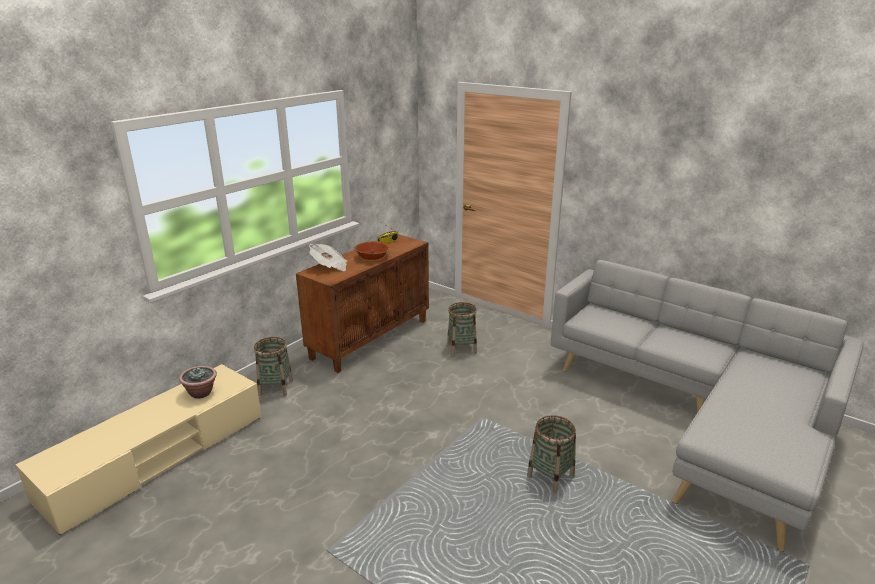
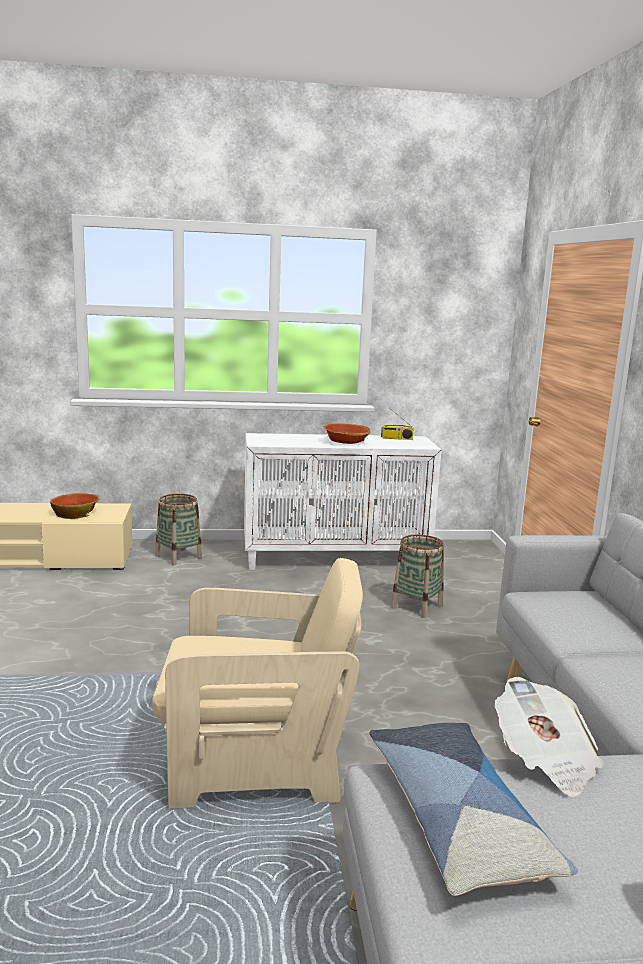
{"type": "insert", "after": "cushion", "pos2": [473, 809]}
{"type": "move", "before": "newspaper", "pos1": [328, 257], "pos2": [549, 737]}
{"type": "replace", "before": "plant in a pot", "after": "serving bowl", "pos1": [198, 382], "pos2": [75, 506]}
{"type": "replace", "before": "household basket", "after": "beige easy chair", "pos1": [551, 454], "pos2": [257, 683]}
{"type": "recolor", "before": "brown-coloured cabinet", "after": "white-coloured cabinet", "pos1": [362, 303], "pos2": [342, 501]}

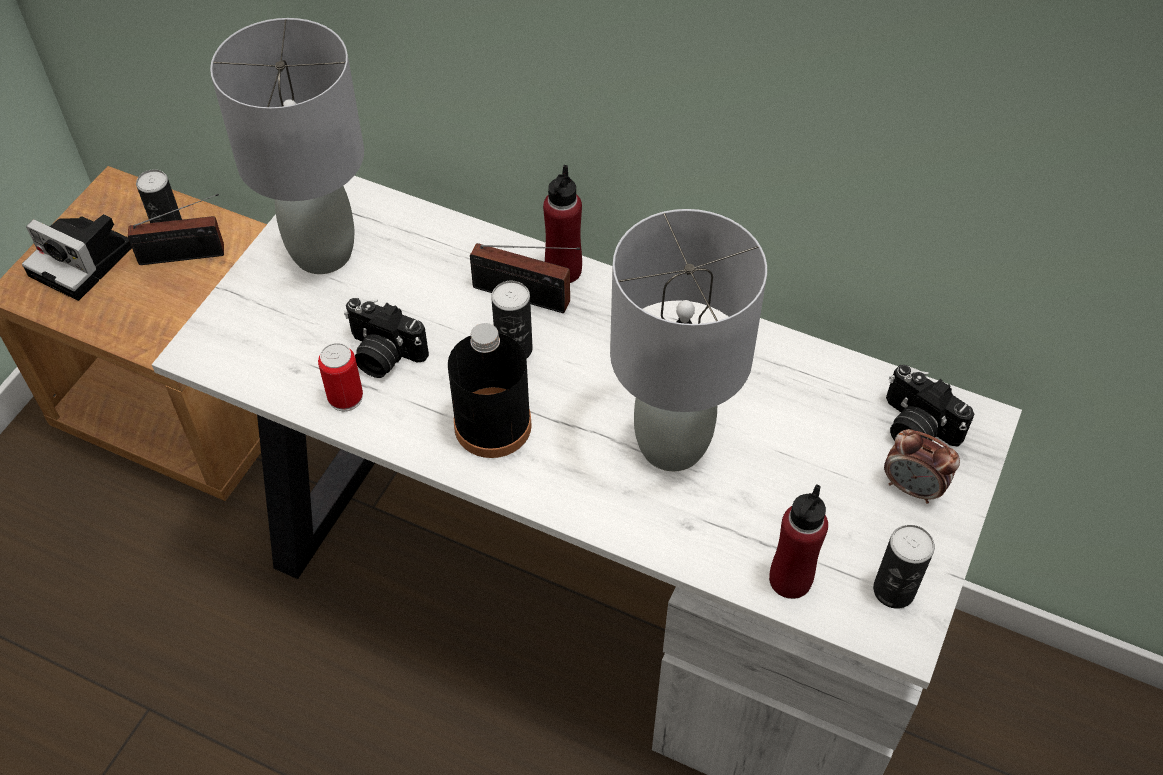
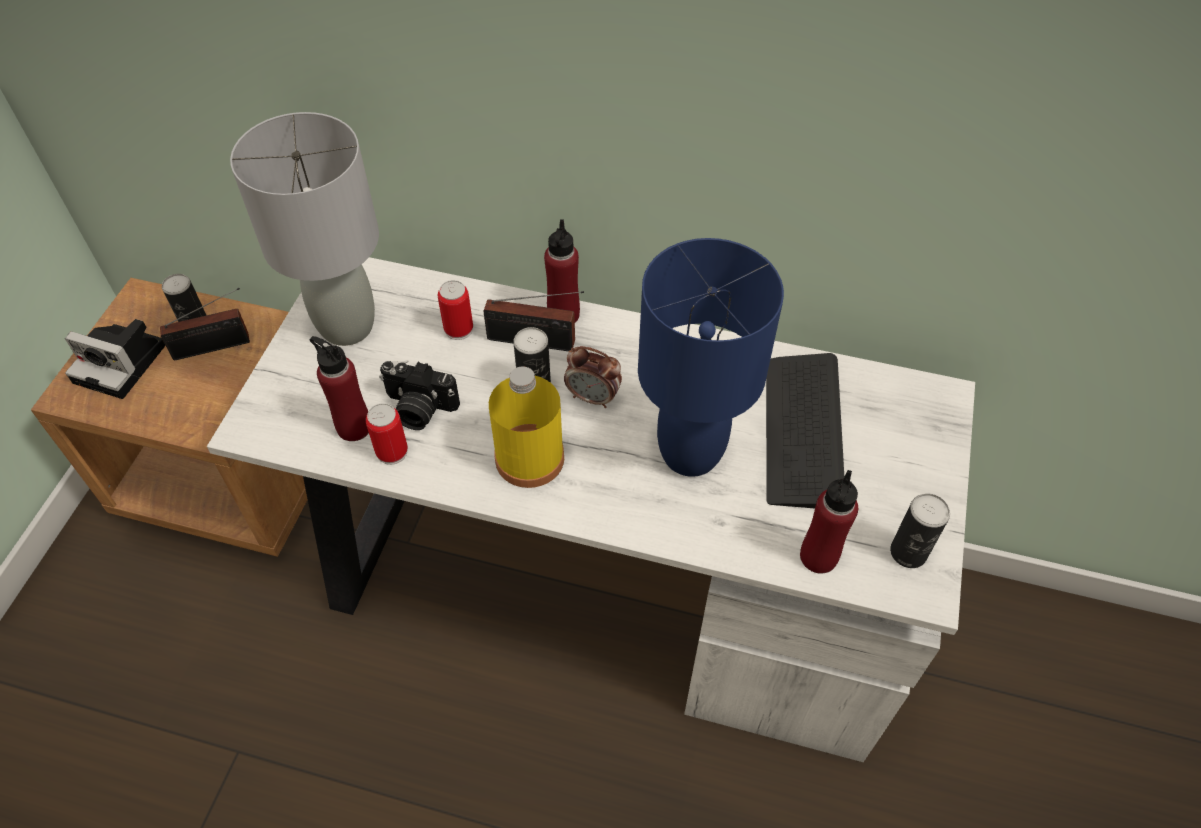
{"type": "delete", "before": "still camera", "pos1": [930, 406]}
{"type": "insert", "after": "red beverage bottle", "pos2": [339, 388]}
{"type": "insert", "after": "metal can", "pos2": [455, 310]}
{"type": "insert", "after": "computer keyboard", "pos2": [805, 430]}
{"type": "move", "before": "bedside clock", "pos1": [922, 466], "pos2": [593, 377]}
{"type": "recolor", "before": "black-coloured beverage bottle", "after": "yellow beverage bottle", "pos1": [490, 390], "pos2": [526, 427]}
{"type": "recolor", "before": "gray lamp for a table", "after": "blue lamp for a table", "pos1": [688, 340], "pos2": [711, 357]}

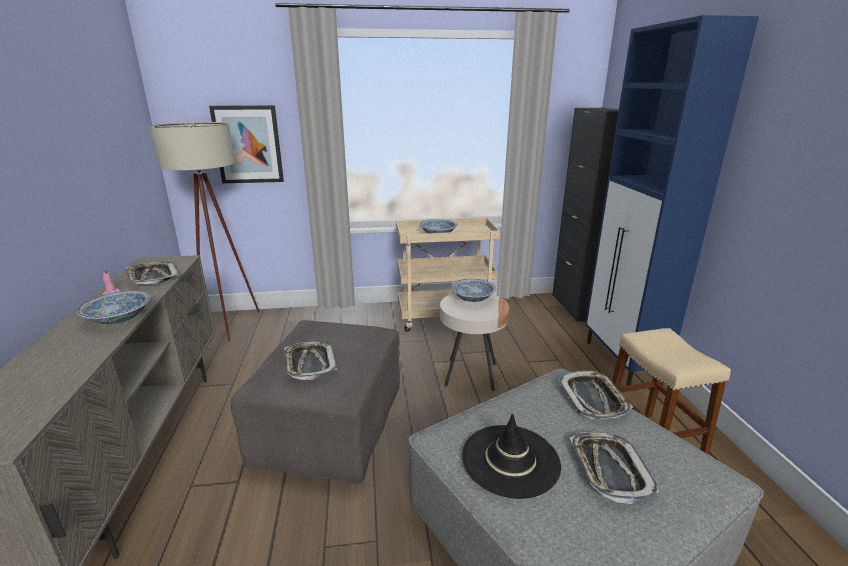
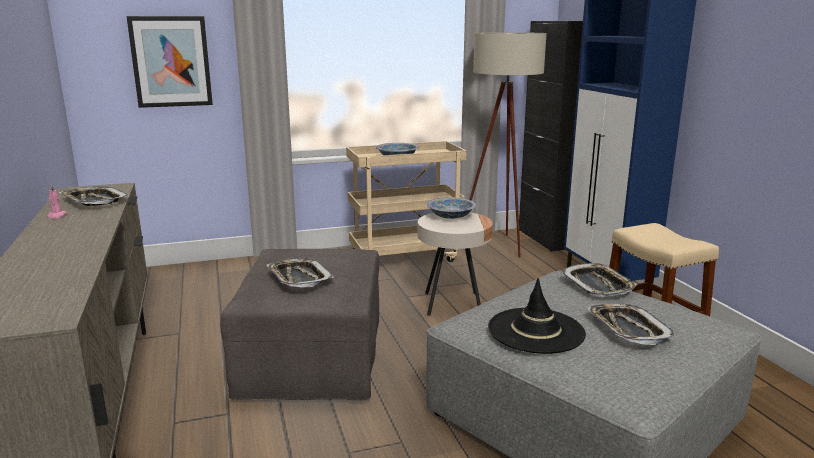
{"type": "delete", "before": "serving bowl", "pos1": [113, 307]}
{"type": "move", "before": "beige floor lamp", "pos1": [204, 232], "pos2": [508, 145]}

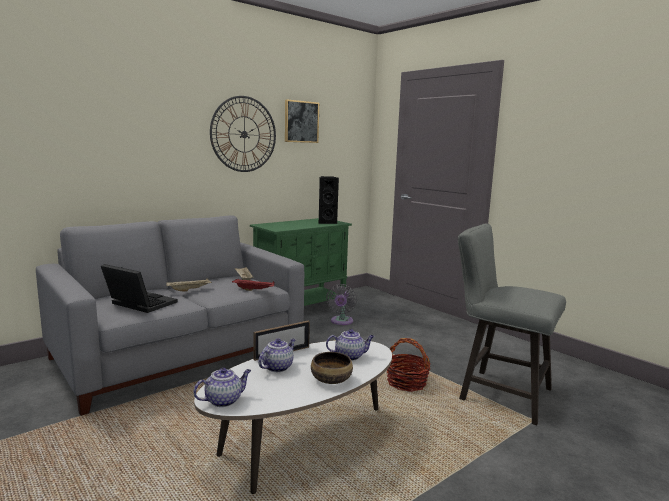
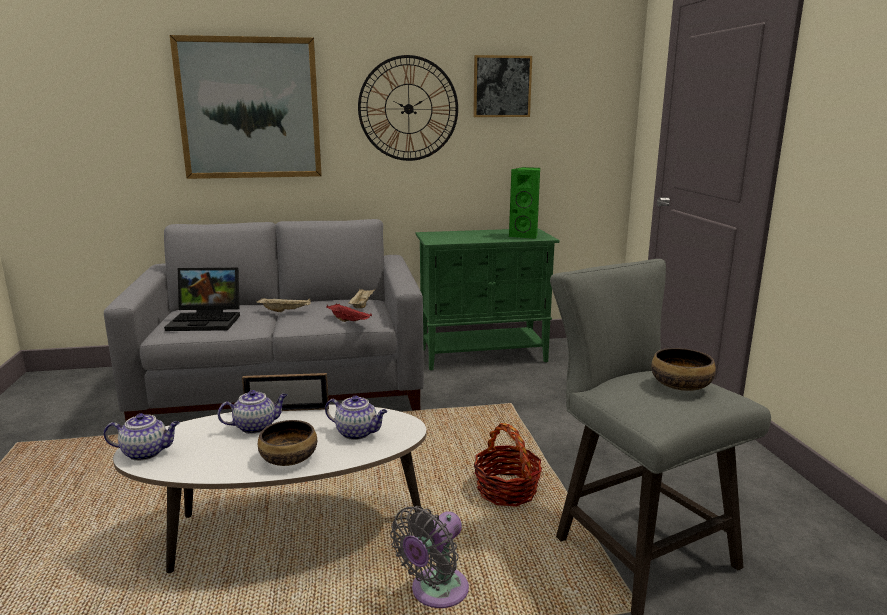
{"type": "insert", "after": "picture", "pos2": [246, 107]}
{"type": "insert", "after": "serving bowl", "pos2": [683, 369]}
{"type": "move", "before": "gray fan", "pos1": [341, 304], "pos2": [429, 557]}
{"type": "recolor", "before": "black-coloured loudspeaker", "after": "green-coloured loudspeaker", "pos1": [328, 200], "pos2": [524, 203]}
{"type": "rotate", "before": "notebook computer", "pos1": [139, 288], "pos2": [202, 299], "turn": 120}

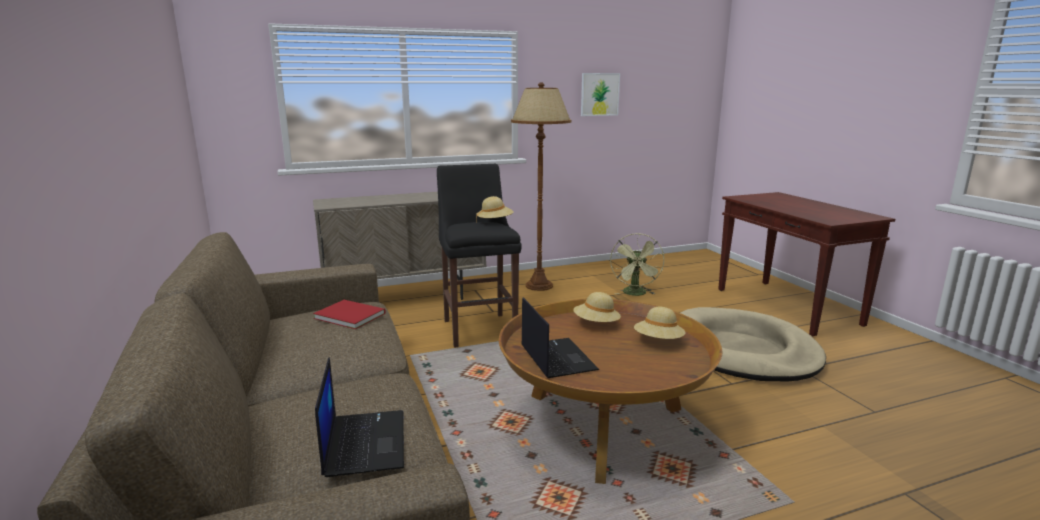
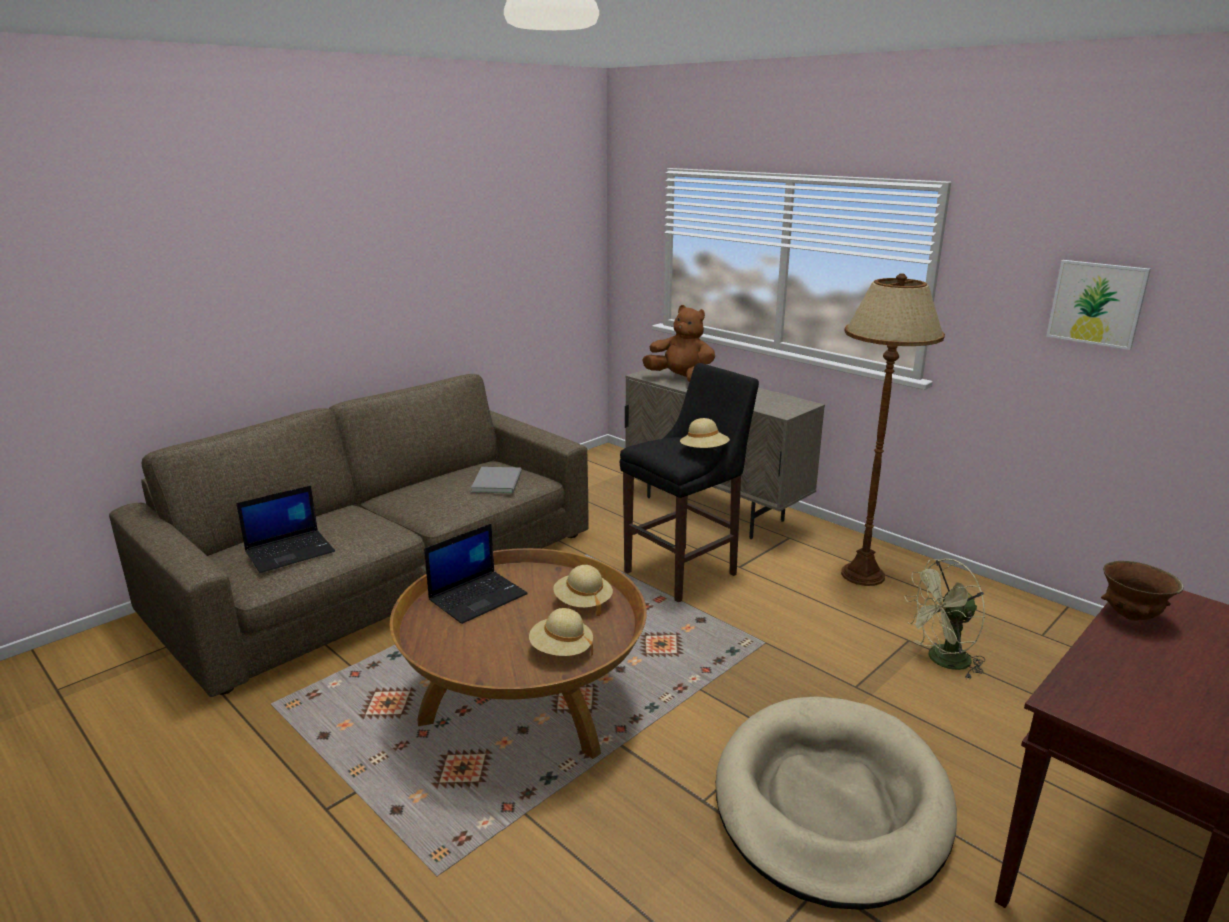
{"type": "insert", "after": "brown-coloured plush toy", "pos2": [678, 343]}
{"type": "insert", "after": "brown-coloured serving bowl", "pos2": [1142, 591]}
{"type": "recolor", "before": "red bound book", "after": "gray bound book", "pos1": [349, 314], "pos2": [496, 480]}

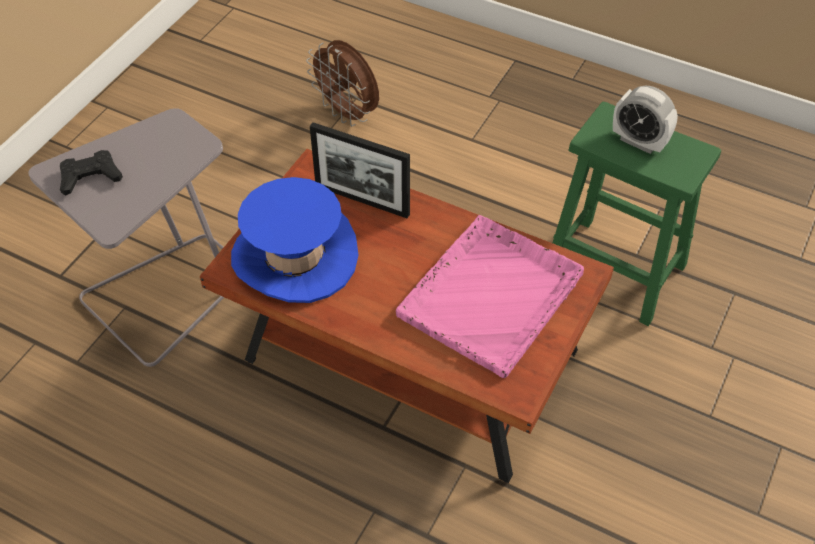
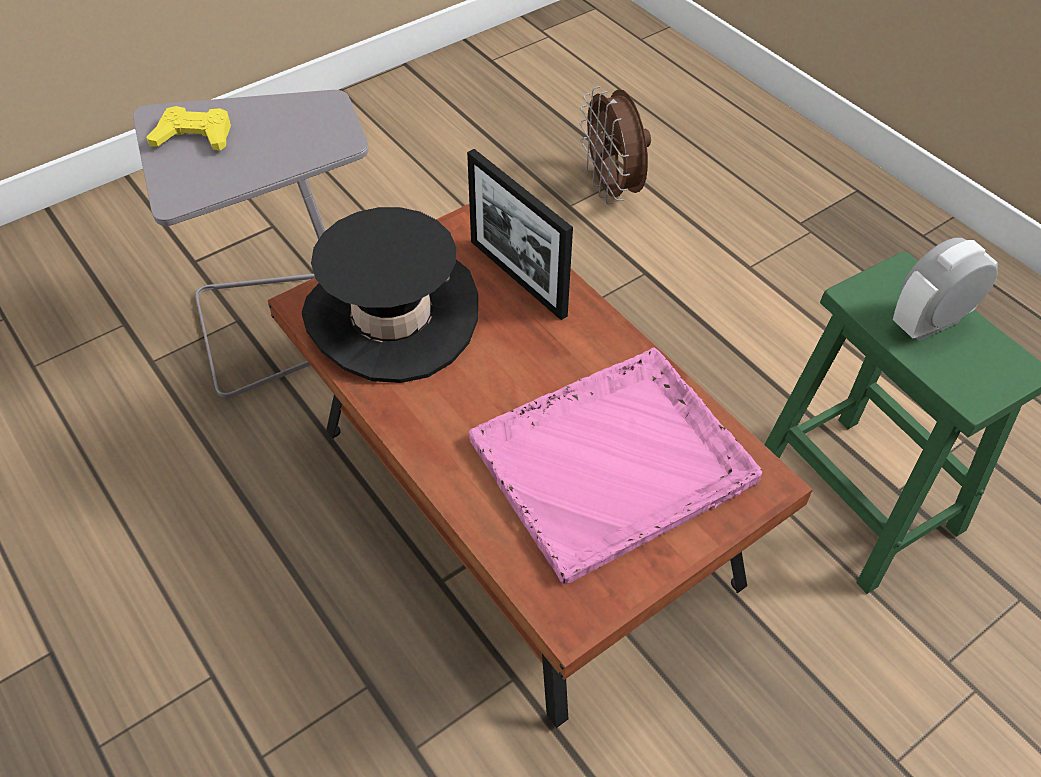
{"type": "recolor", "before": "black-coloured game controller", "after": "yellow game controller", "pos1": [91, 173], "pos2": [188, 128]}
{"type": "recolor", "before": "blue hat", "after": "black-coloured hat", "pos1": [295, 240], "pos2": [390, 295]}
{"type": "rotate", "before": "bedside clock", "pos1": [645, 120], "pos2": [945, 289], "turn": 90}

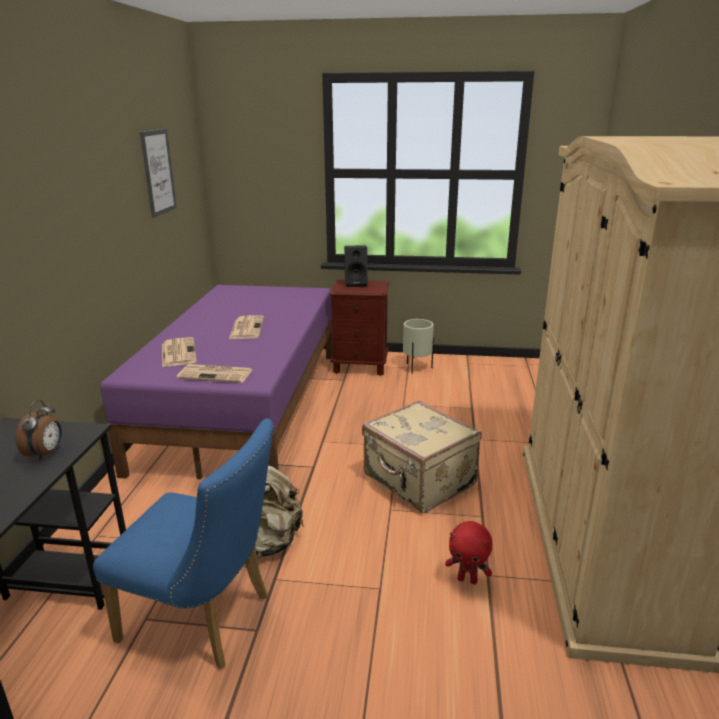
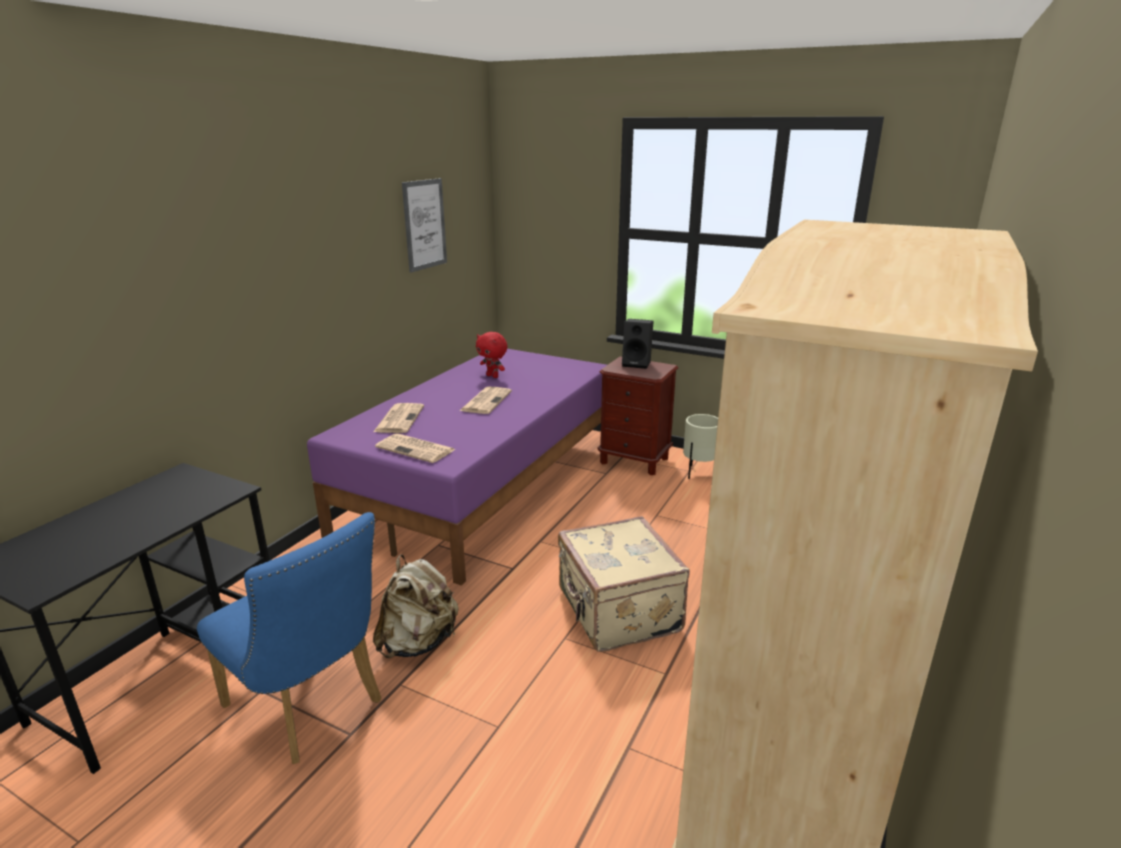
{"type": "delete", "before": "bedside clock", "pos1": [39, 430]}
{"type": "move", "before": "red plush toy", "pos1": [468, 553], "pos2": [491, 355]}

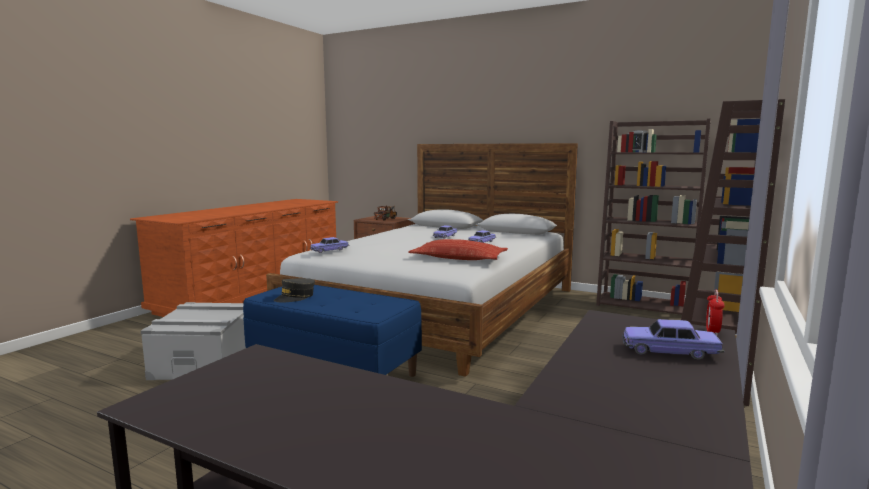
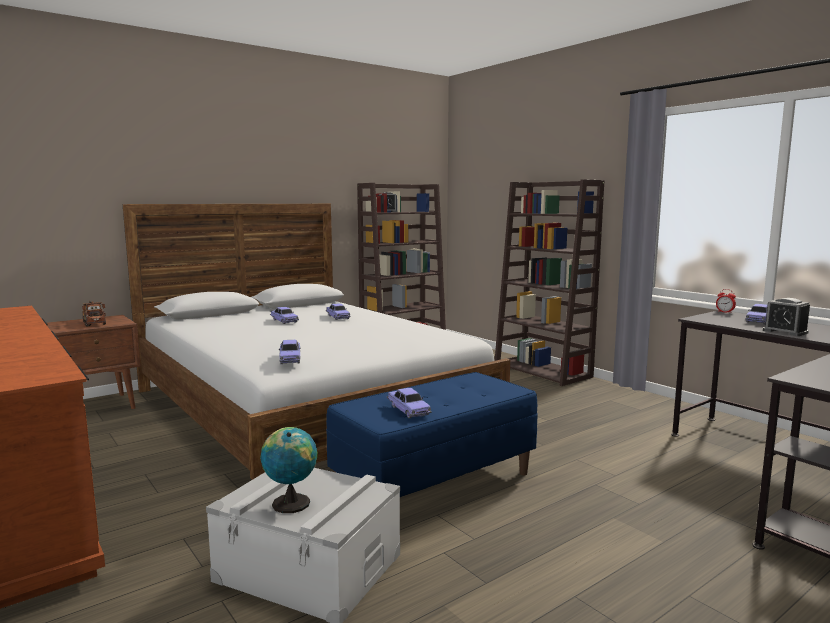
{"type": "delete", "before": "cushion", "pos1": [458, 249]}
{"type": "insert", "after": "globe", "pos2": [288, 470]}
{"type": "insert", "after": "bedside clock", "pos2": [786, 317]}
{"type": "replace", "before": "gray cap", "after": "miniature car", "pos1": [294, 290], "pos2": [409, 403]}

